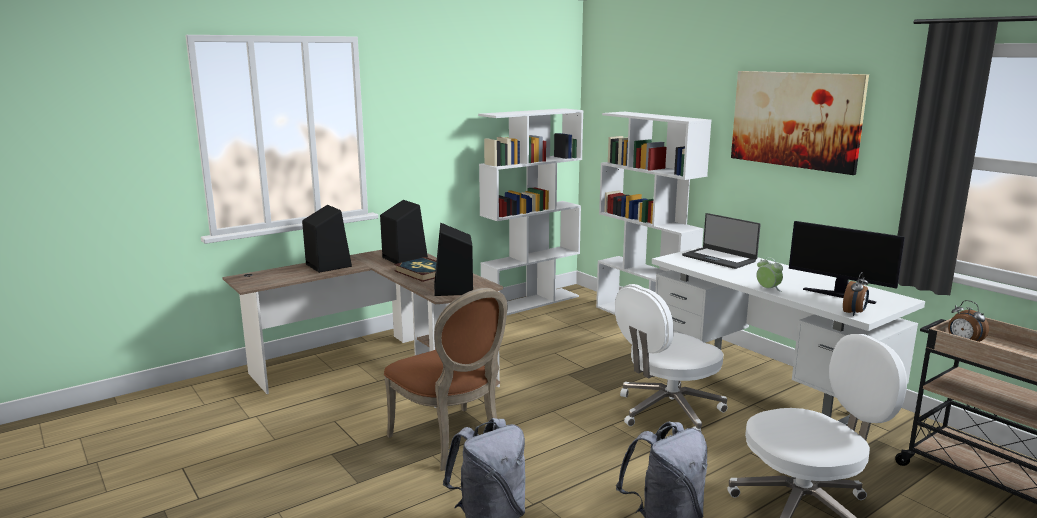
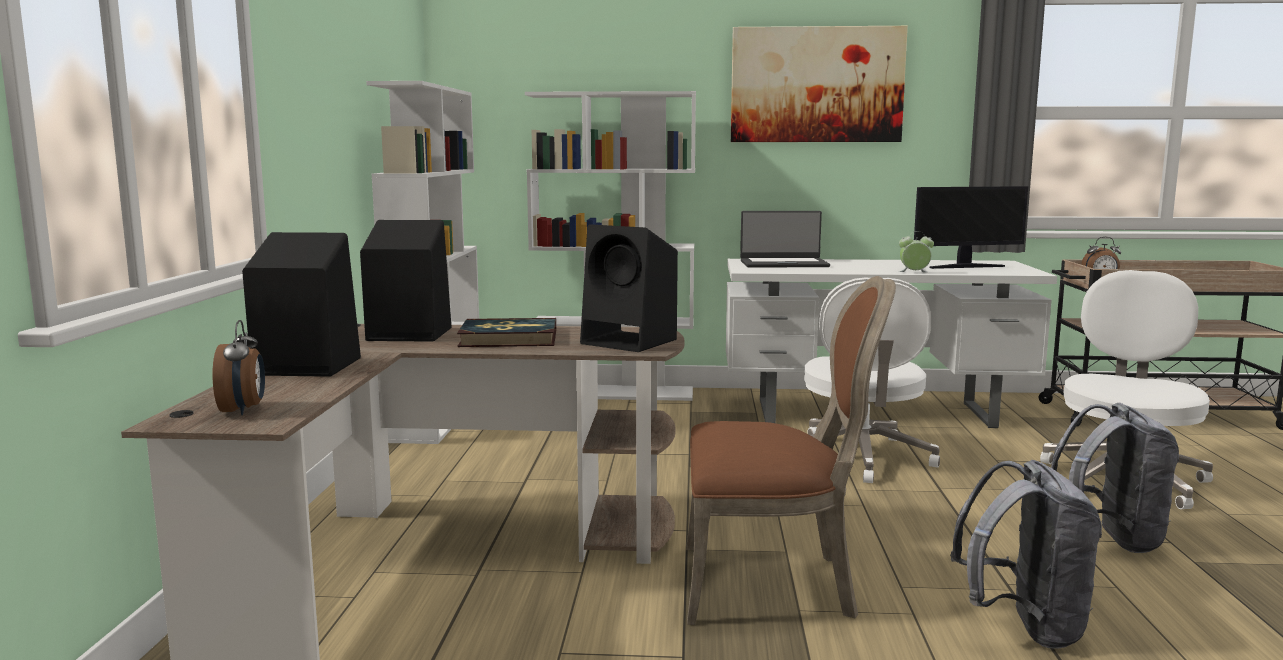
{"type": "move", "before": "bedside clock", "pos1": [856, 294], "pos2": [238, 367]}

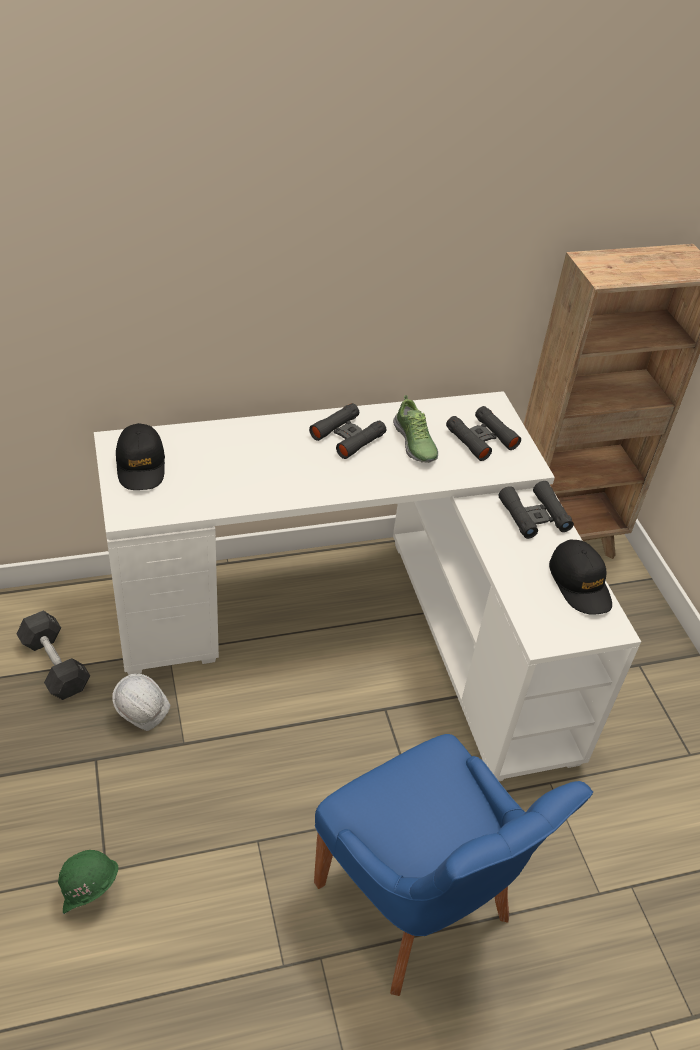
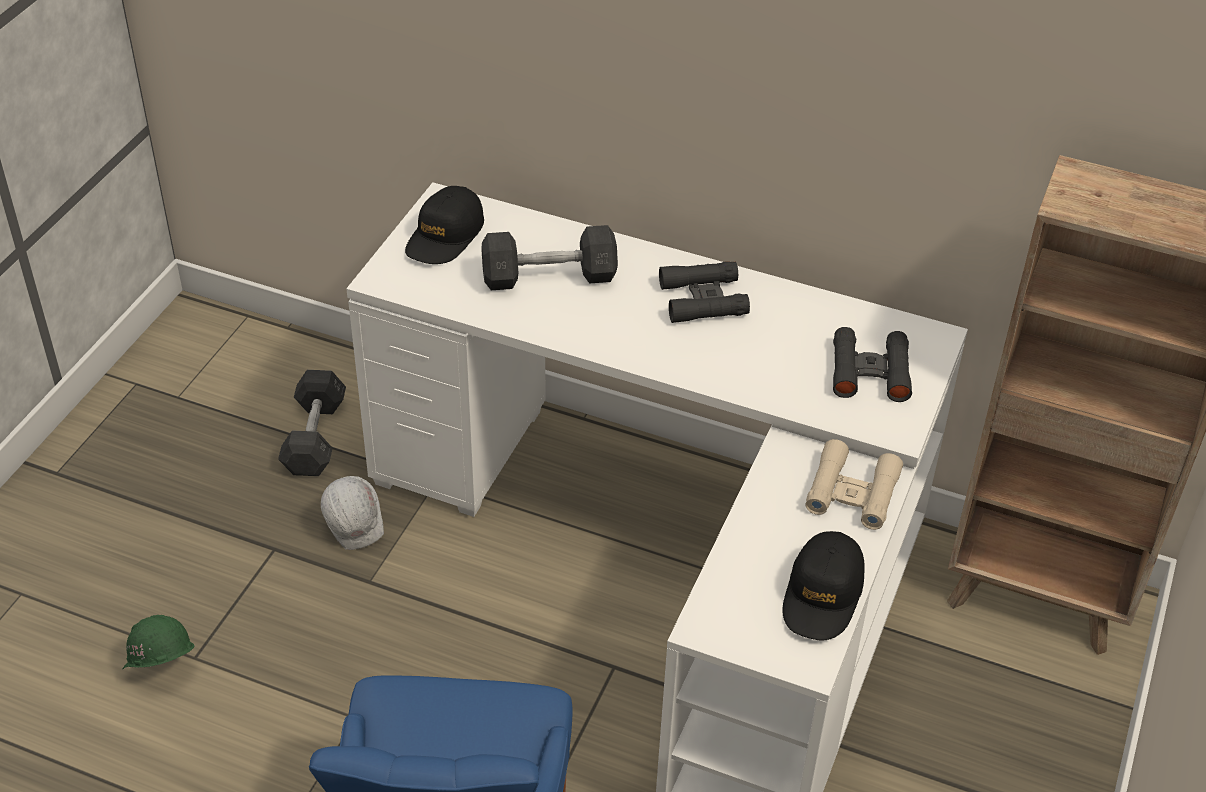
{"type": "delete", "before": "item of footwear", "pos1": [415, 429]}
{"type": "insert", "after": "gray dumbbell", "pos2": [550, 257]}
{"type": "recolor", "before": "black-coloured binoculars", "after": "beige binoculars", "pos1": [536, 510], "pos2": [854, 484]}

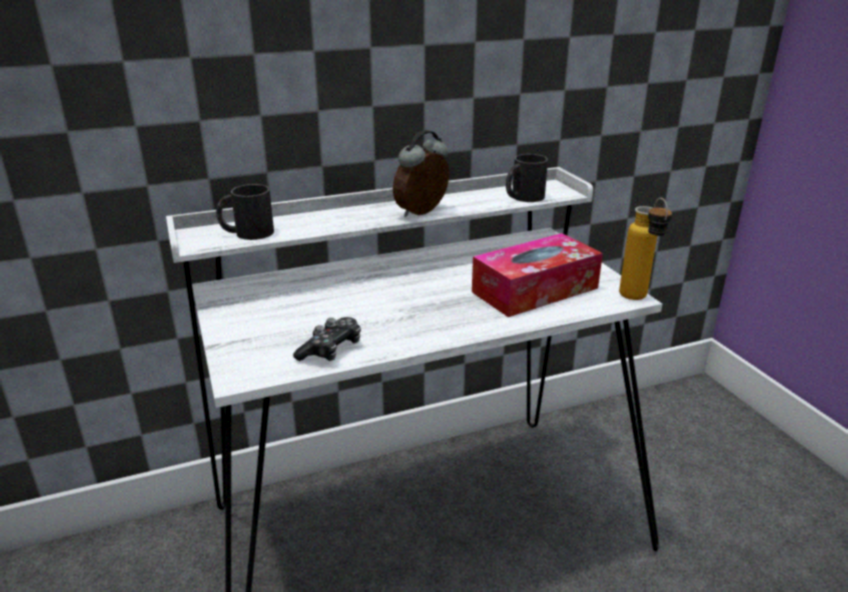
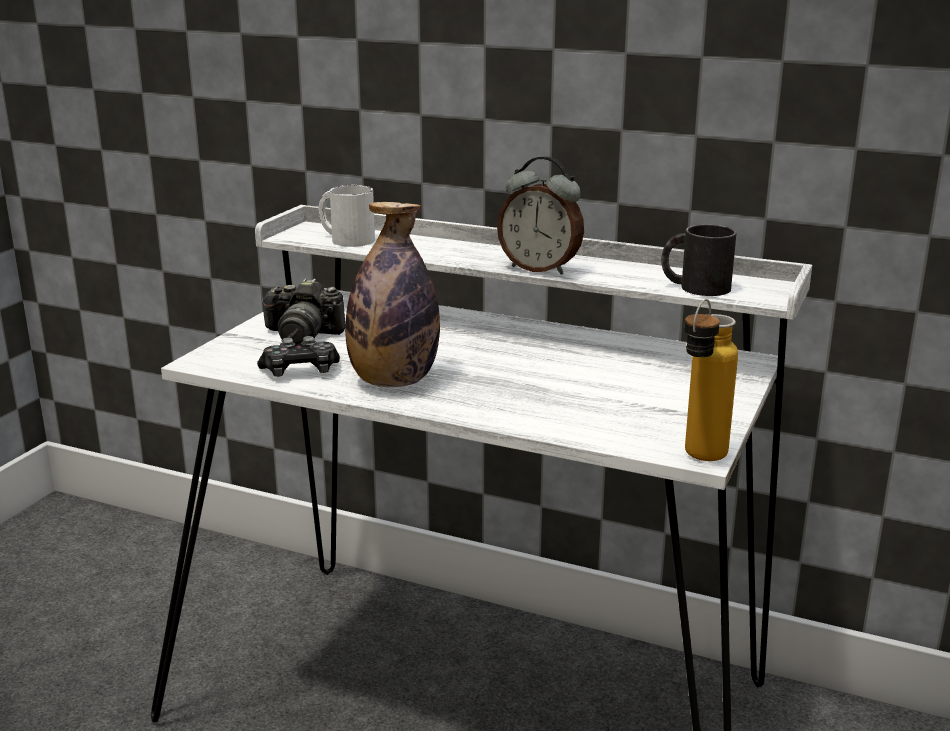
{"type": "delete", "before": "tissue holder", "pos1": [537, 275]}
{"type": "insert", "after": "still camera", "pos2": [303, 312]}
{"type": "insert", "after": "beverage bottle", "pos2": [392, 294]}
{"type": "recolor", "before": "black-coloured tea mug", "after": "white-coloured tea mug", "pos1": [245, 212], "pos2": [347, 216]}
{"type": "rotate", "before": "bedside clock", "pos1": [421, 173], "pos2": [540, 215], "turn": -150}

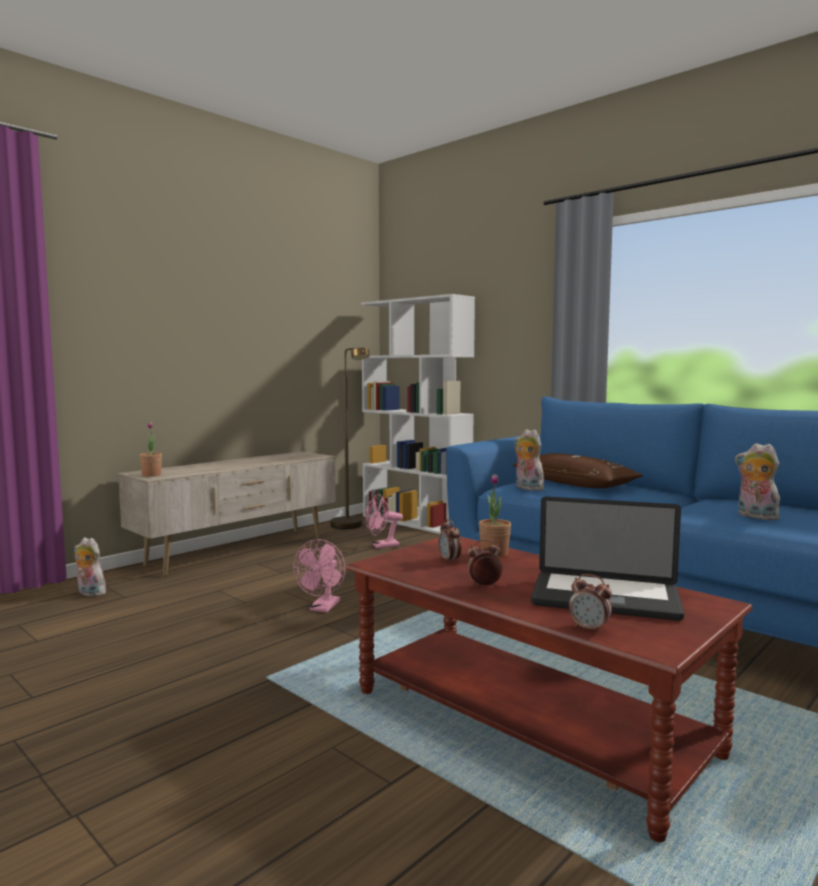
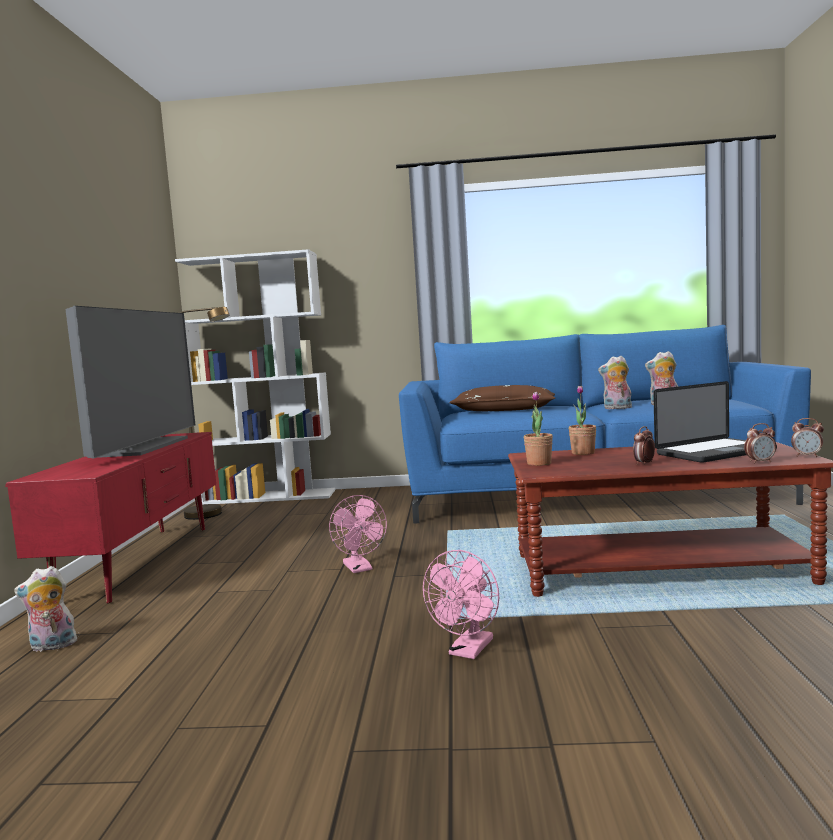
{"type": "insert", "after": "television", "pos2": [130, 382]}
{"type": "move", "before": "plant in a pot", "pos1": [150, 449], "pos2": [538, 429]}
{"type": "move", "before": "pinkish fan", "pos1": [384, 521], "pos2": [461, 604]}
{"type": "move", "before": "bedside clock", "pos1": [449, 541], "pos2": [807, 437]}
{"type": "move", "before": "plush toy", "pos1": [529, 460], "pos2": [615, 382]}
{"type": "recolor", "before": "beige tv stand", "after": "red tv stand", "pos1": [227, 513], "pos2": [110, 517]}

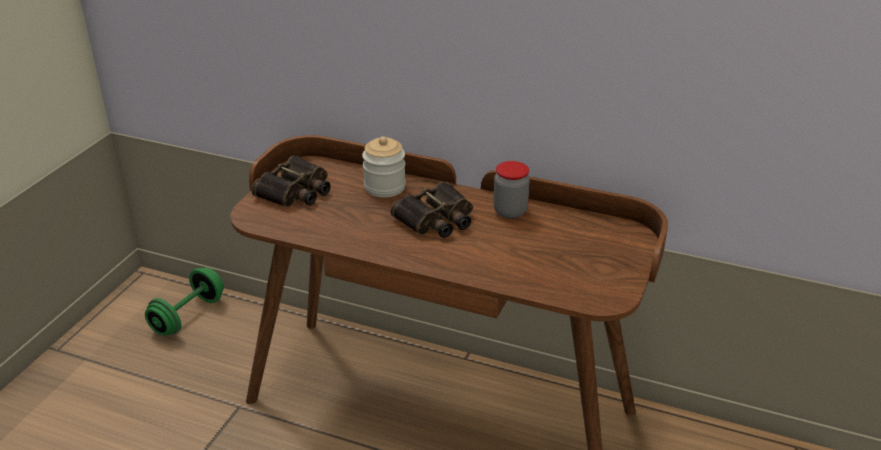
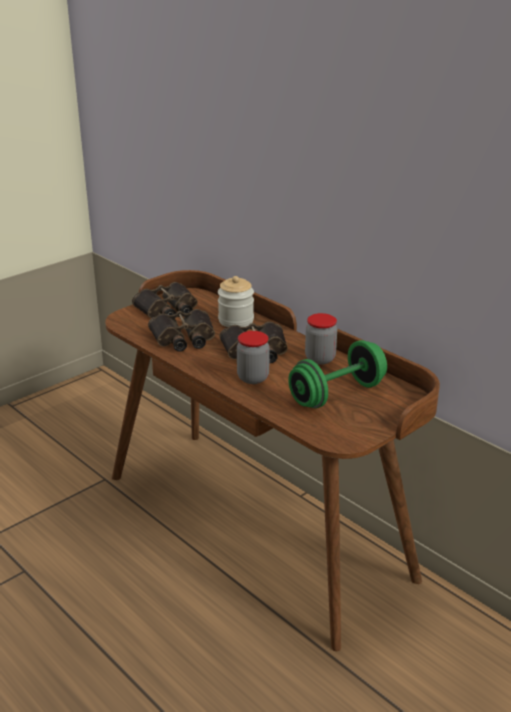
{"type": "insert", "after": "binoculars", "pos2": [181, 330]}
{"type": "insert", "after": "storage jar", "pos2": [253, 357]}
{"type": "move", "before": "green-coloured dumbbell", "pos1": [184, 301], "pos2": [337, 374]}

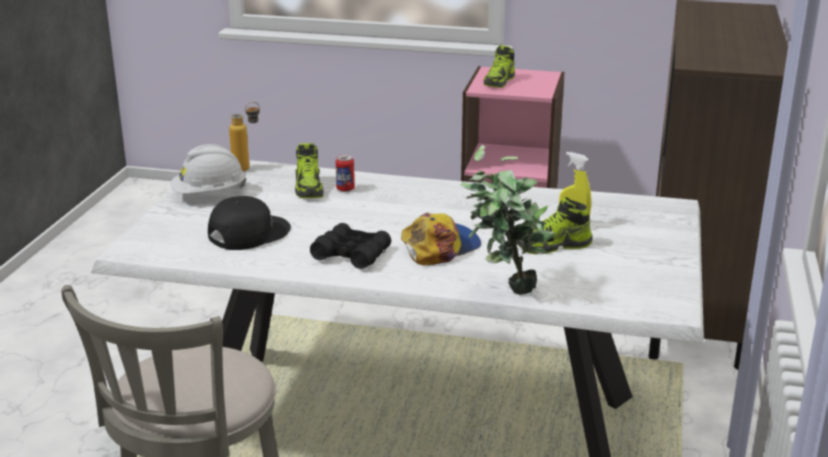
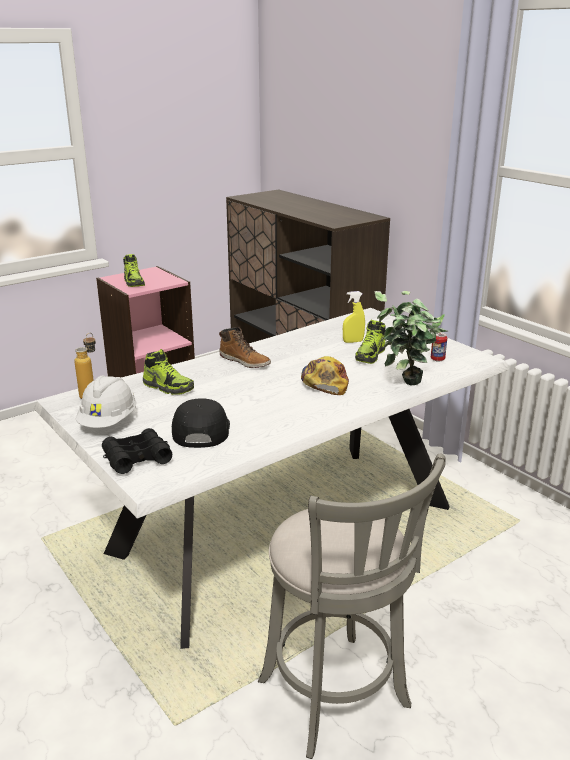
{"type": "insert", "after": "high-top boot", "pos2": [245, 347]}
{"type": "move", "before": "black-coloured binoculars", "pos1": [350, 246], "pos2": [137, 451]}
{"type": "move", "before": "metal can", "pos1": [345, 173], "pos2": [439, 347]}

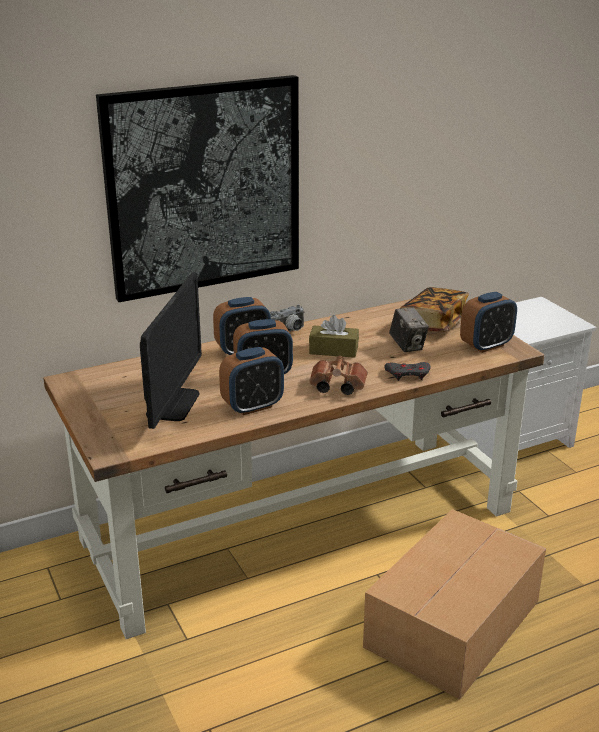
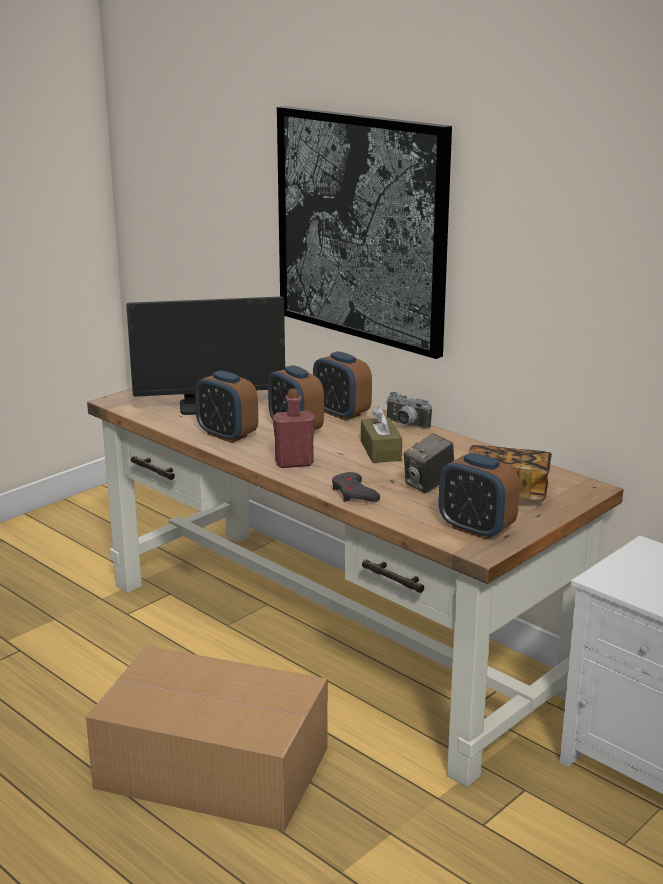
{"type": "replace", "before": "brown-coloured binoculars", "after": "red beverage bottle", "pos1": [338, 375], "pos2": [294, 428]}

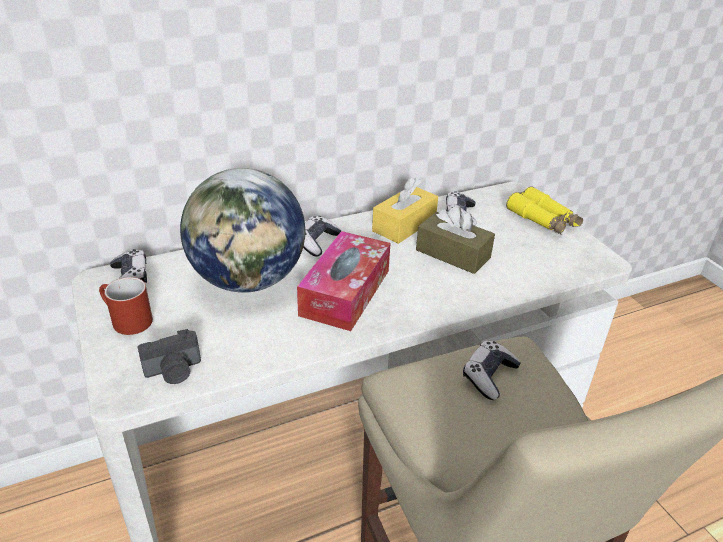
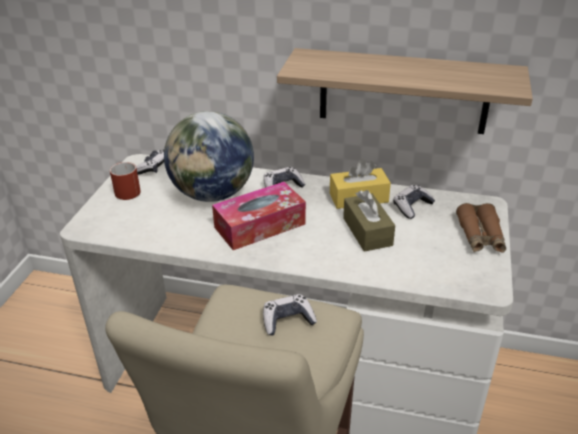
{"type": "delete", "before": "still camera", "pos1": [169, 356]}
{"type": "insert", "after": "shelf", "pos2": [405, 91]}
{"type": "recolor", "before": "yellow binoculars", "after": "brown-coloured binoculars", "pos1": [544, 210], "pos2": [481, 228]}

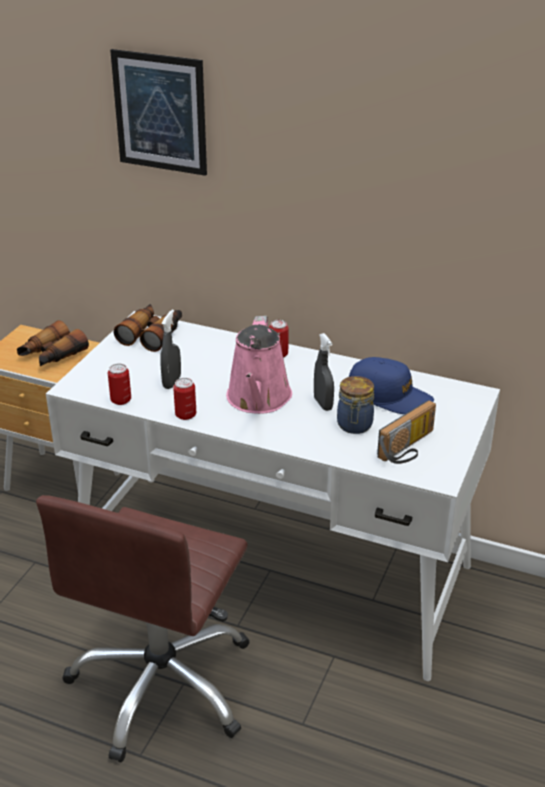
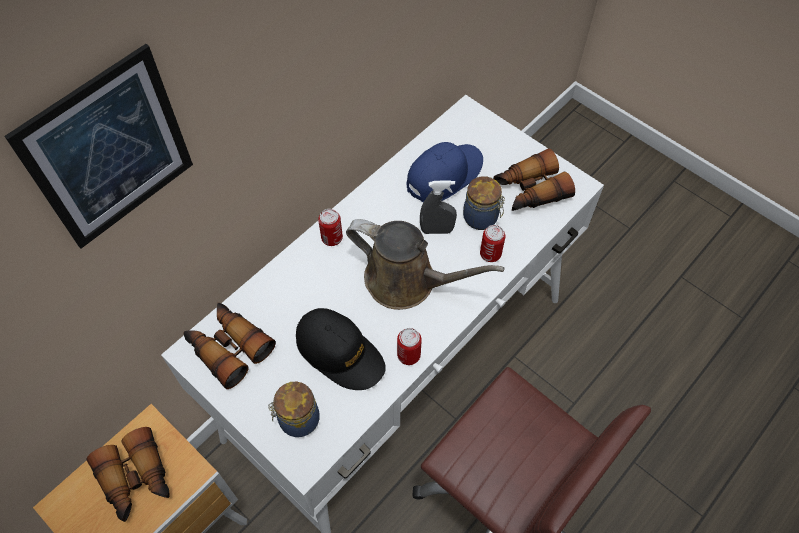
{"type": "insert", "after": "storage jar", "pos2": [293, 409]}
{"type": "move", "before": "metal can", "pos1": [119, 384], "pos2": [493, 243]}
{"type": "replace", "before": "gray spray bottle", "after": "black-coloured cap", "pos1": [170, 349], "pos2": [341, 349]}
{"type": "replace", "before": "radio", "after": "binoculars", "pos1": [406, 432], "pos2": [534, 179]}
{"type": "recolor", "before": "pinkish sprinkling can", "after": "brown-coloured sprinkling can", "pos1": [259, 365], "pos2": [425, 264]}

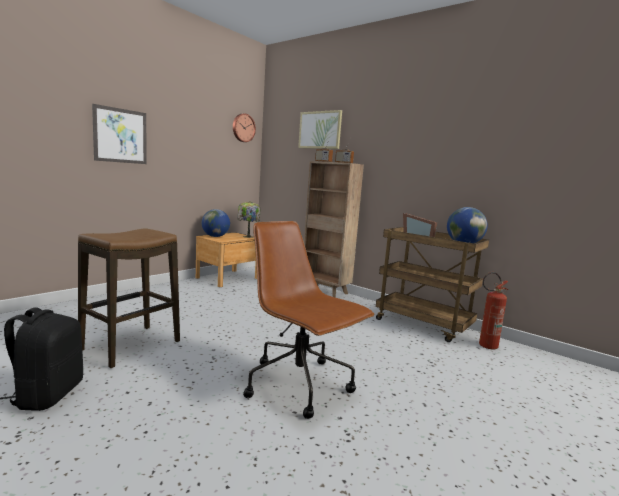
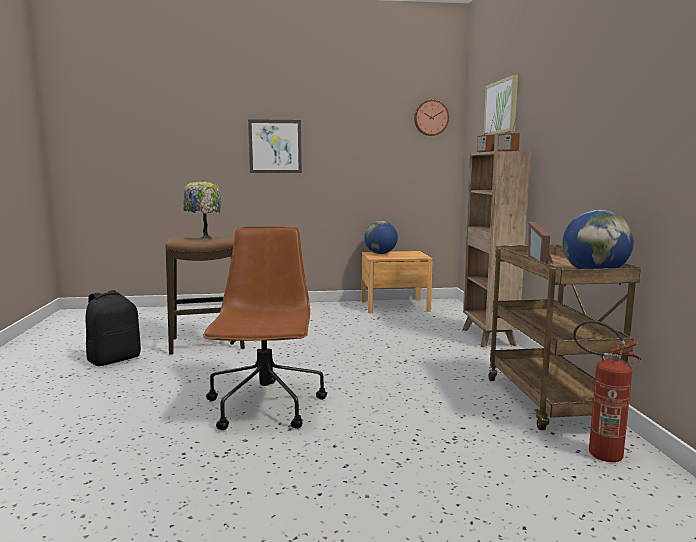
{"type": "move", "before": "lamp for a table", "pos1": [249, 219], "pos2": [202, 209]}

